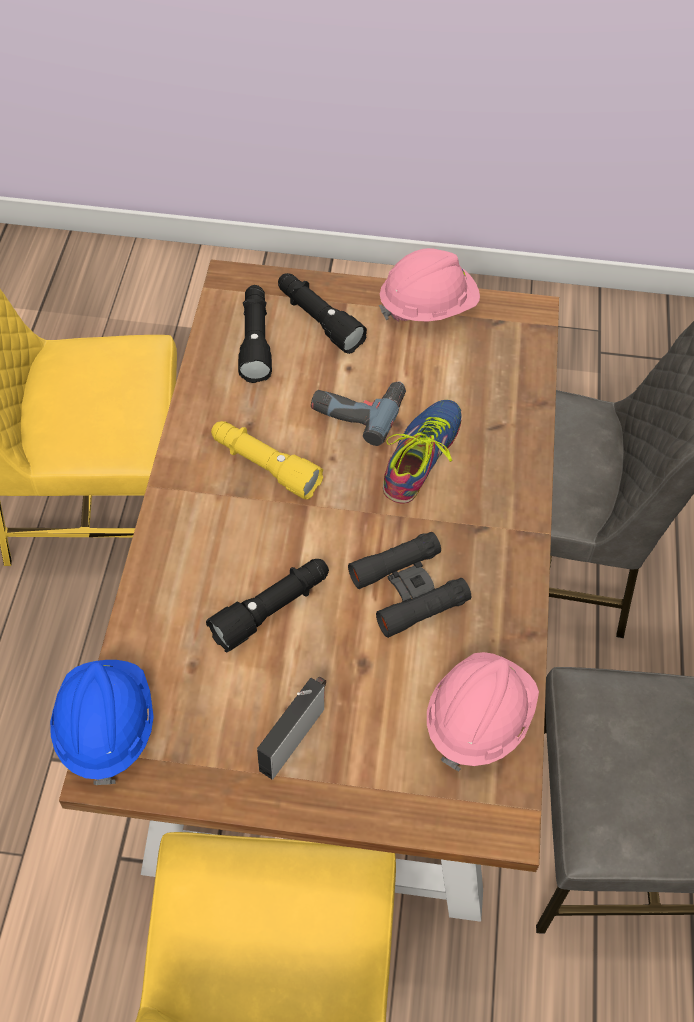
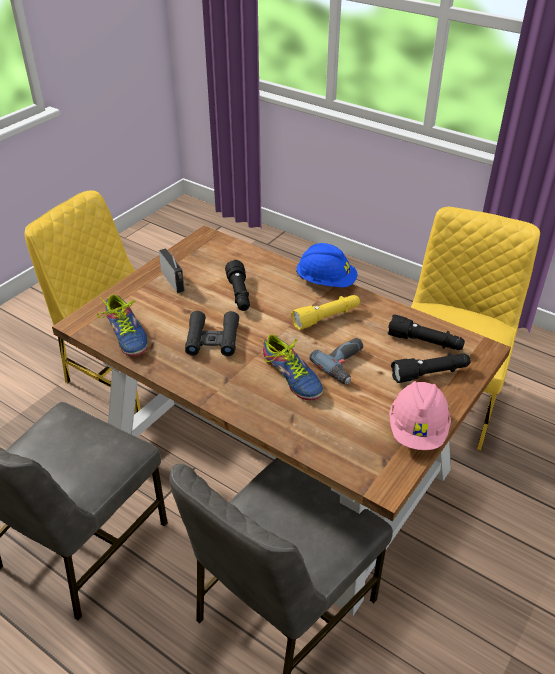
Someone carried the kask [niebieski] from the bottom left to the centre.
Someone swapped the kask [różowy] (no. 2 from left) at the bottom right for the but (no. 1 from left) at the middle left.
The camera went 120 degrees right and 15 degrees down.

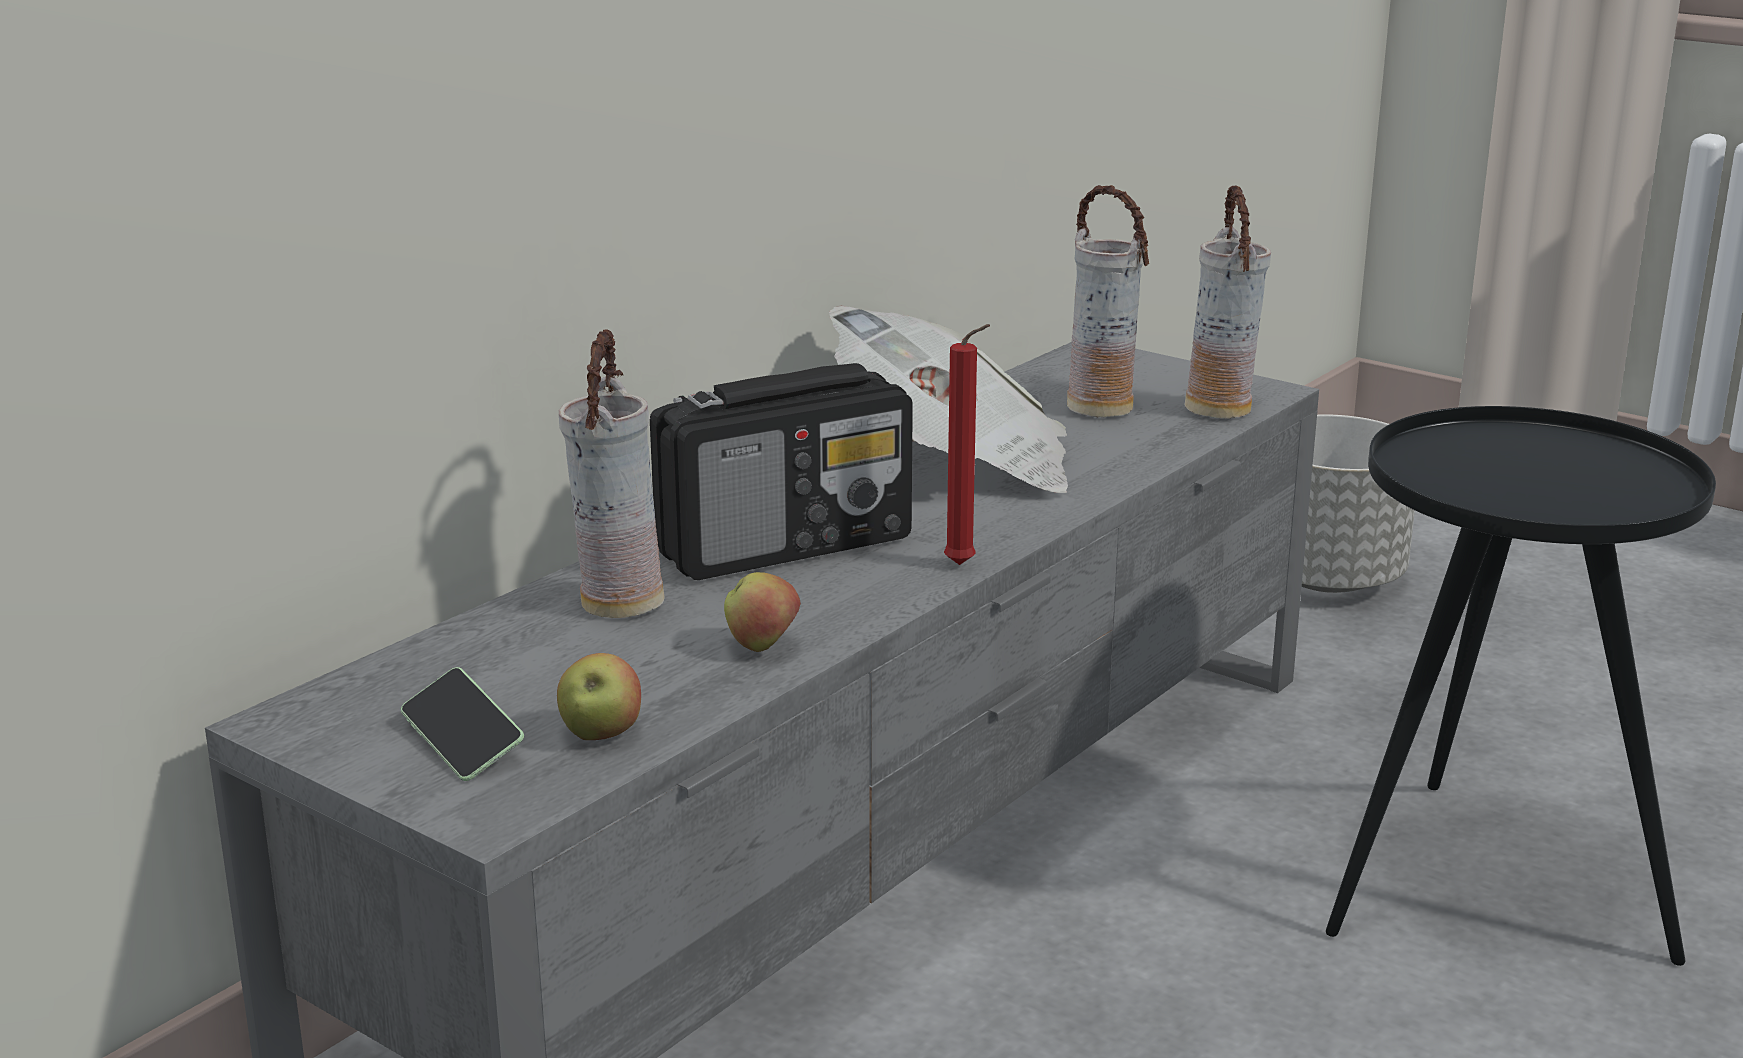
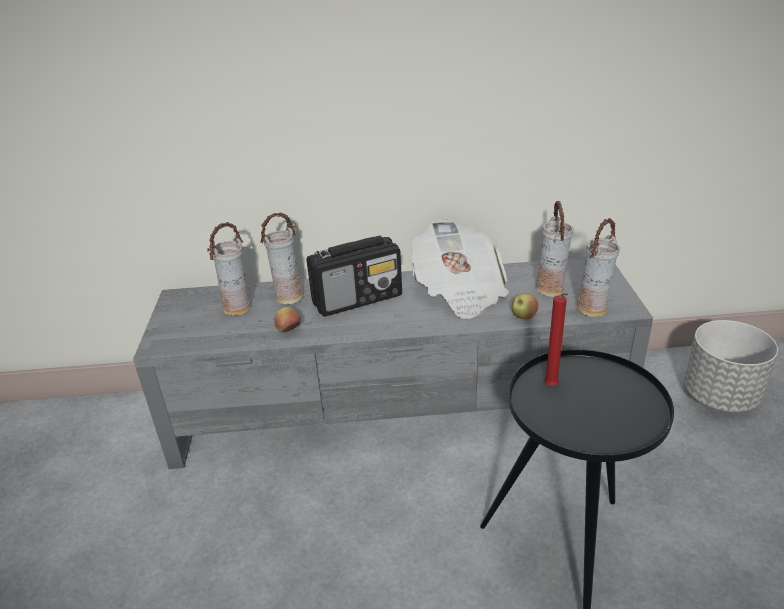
Someone took away the telefon at the bottom left.
Someone put down the wazon (no. 1 from left) at the middle left.
Someone carried the jabłko (no. 1 from left in the first image) from the centre to the middle right.
Someone carried the świeca [czerwony] from the centre to the middle right.
Someone rotated the radio at the centre by 45 degrees counterclockwise.
The camera went 50 degrees right and 10 degrees up.

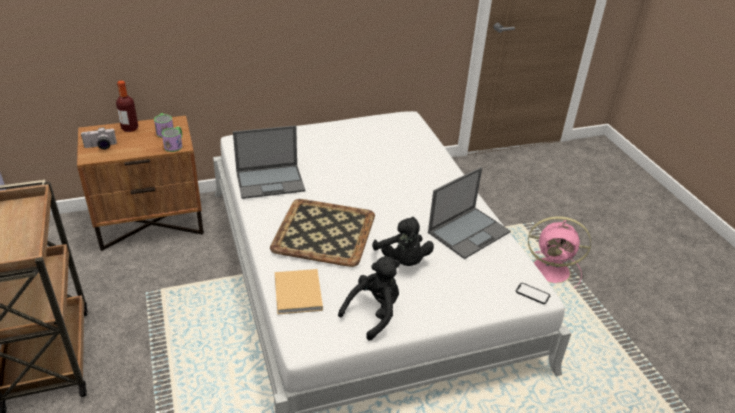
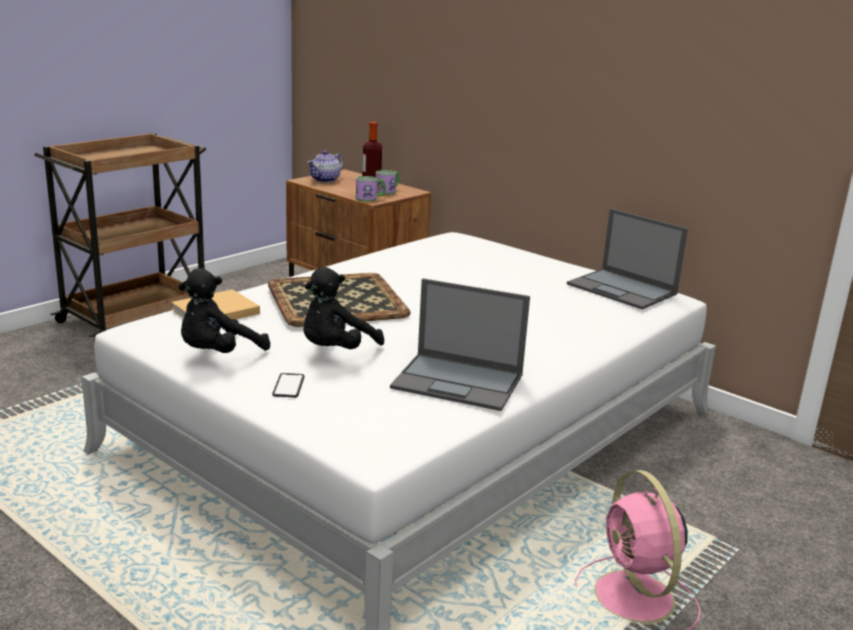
Someone carried the laptop (no. 1 from left in the first image) from the centre to the middle right.
Someone carried the telefon from the bottom right to the centre.
Someone swapped the aparat fotograficzny at the middle left for the imbryk at the top centre.
Someone rotated the pluszak [czarny] (no. 1 from left) at the bottom centre by 120 degrees clockwise.
The camera went 60 degrees right and 15 degrees down.

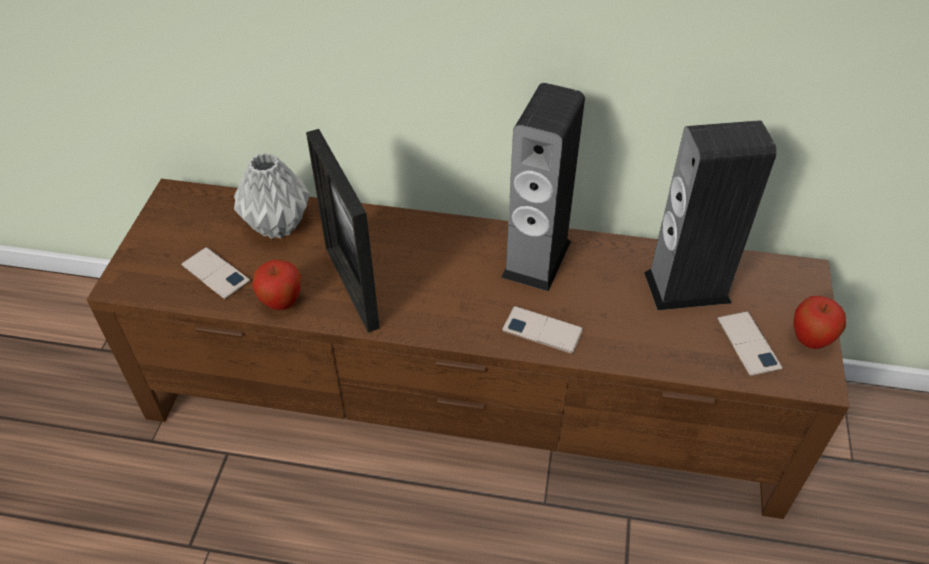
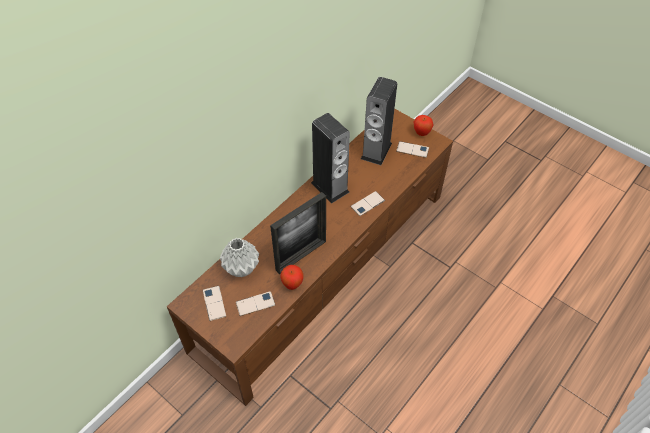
Someone put down the telefon (no. 1 from left) at the bottom left.
Someone rotated the ramka na zdjęcie at the centre by 45 degrees counterclockwise.
The camera went 60 degrees left and 5 degrees up.

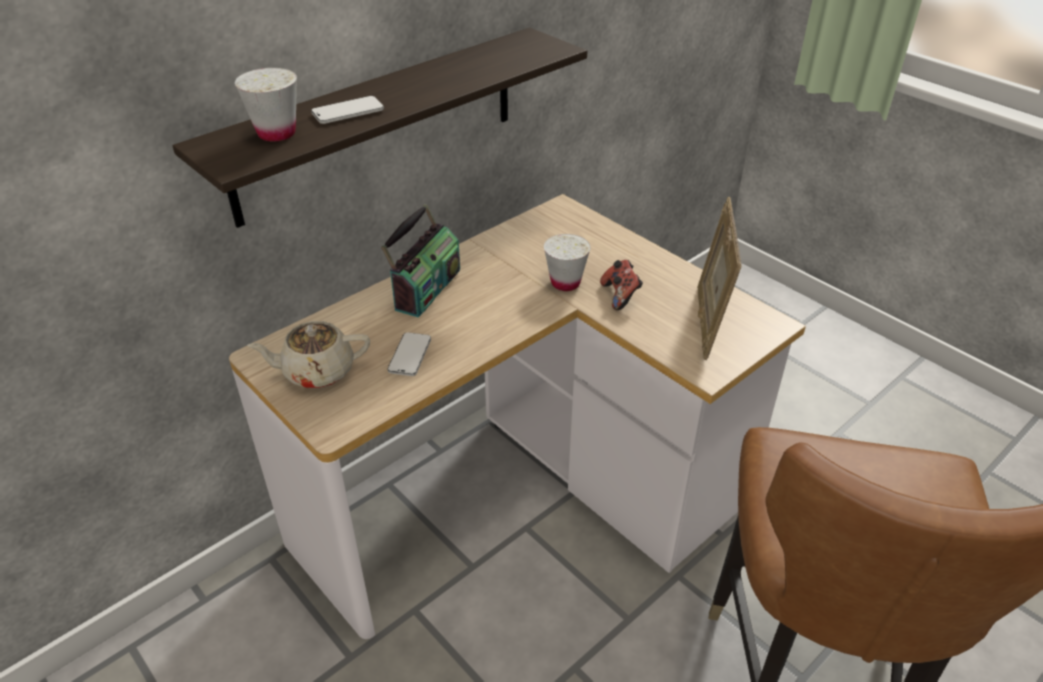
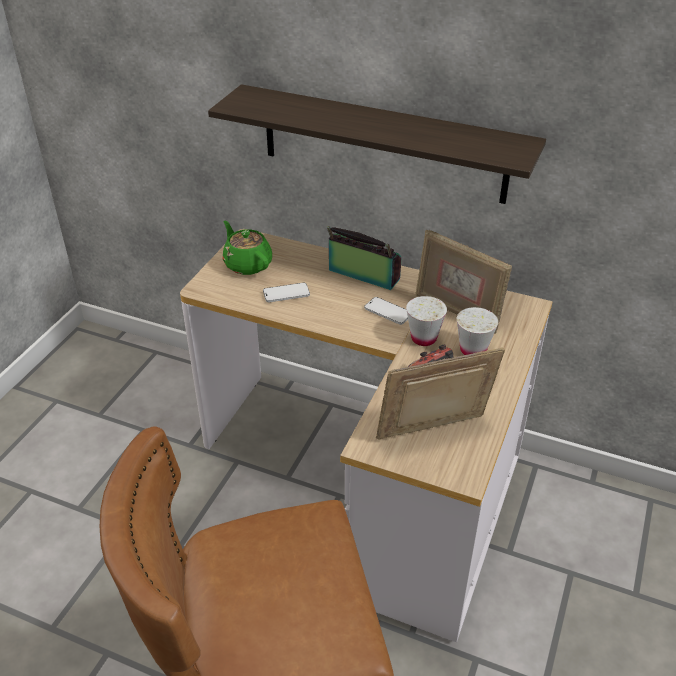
Someone put down the ramka na zdjęcie (no. 2 from left) at the middle right.
Someone carried the filiżanka [biały] (no. 1 from left in the first image) from the top left to the middle right.
Someone carried the telefon (no. 1 from left in the first image) from the top left to the centre.
Someone repainted the imbryk [beżowy] at the middle left, which became the imbryk [zielony] at the centre.
Someone rotated the radio at the centre by 150 degrees counterclockwise.
The camera went 65 degrees right and 0 degrees up.

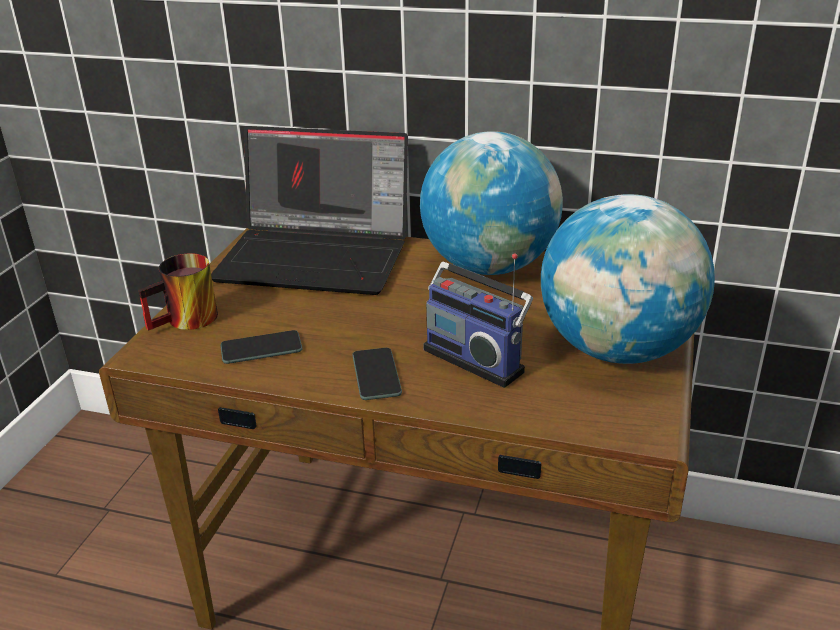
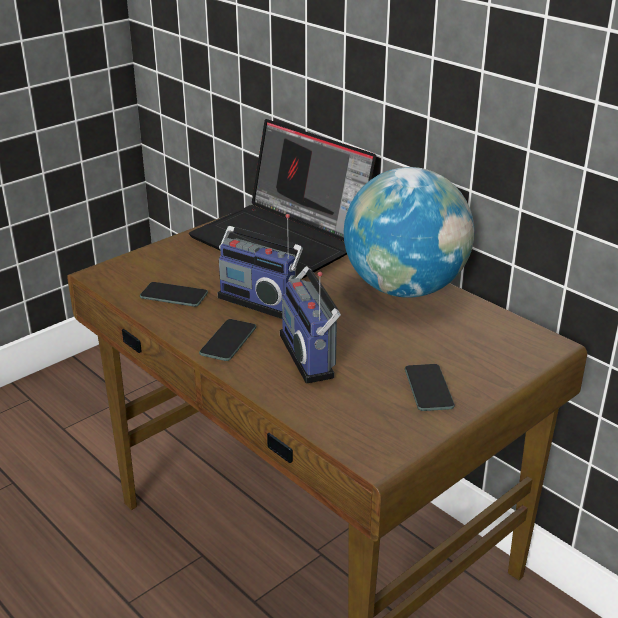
Someone took away the kubek at the middle left.
Someone put down the radio (no. 1 from left) at the centre.
Someone swapped the globus (no. 2 from left) at the middle right for the telefon (no. 3 from left) at the middle right.
The camera went 30 degrees right and 0 degrees up.

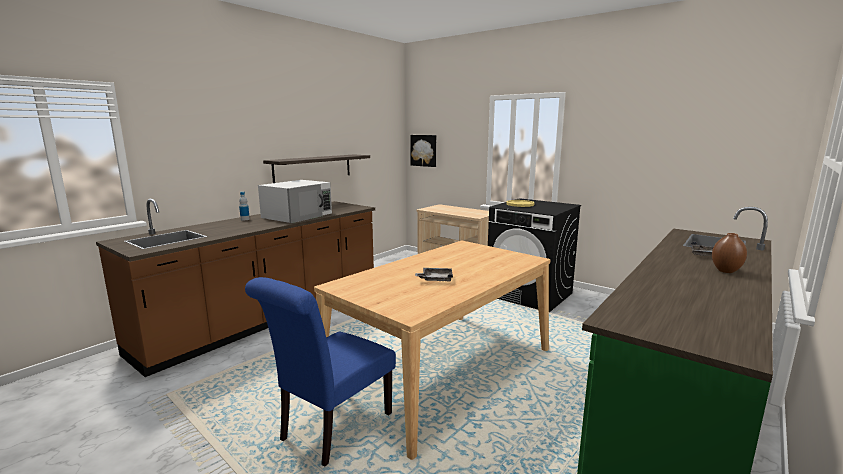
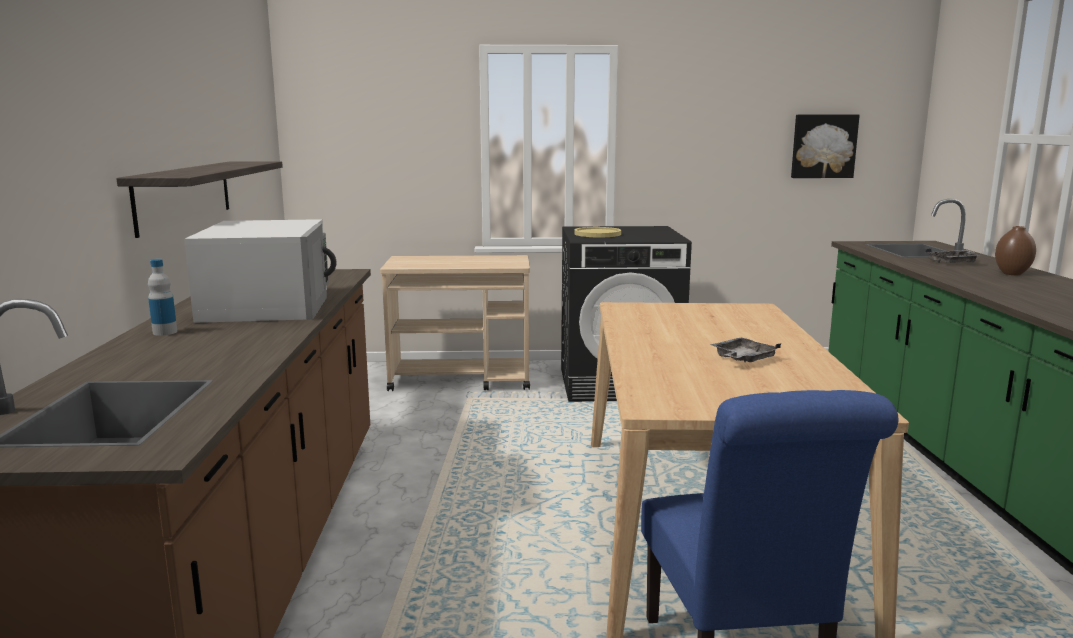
Someone carried the obraz from the top centre to the top right.
The camera went 40 degrees left and 0 degrees up.

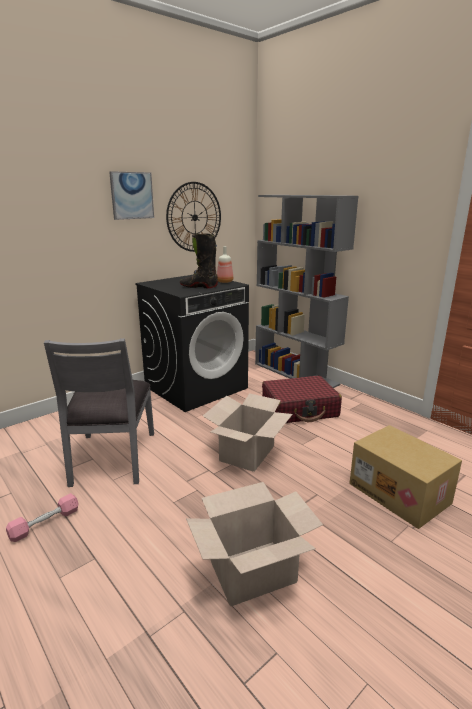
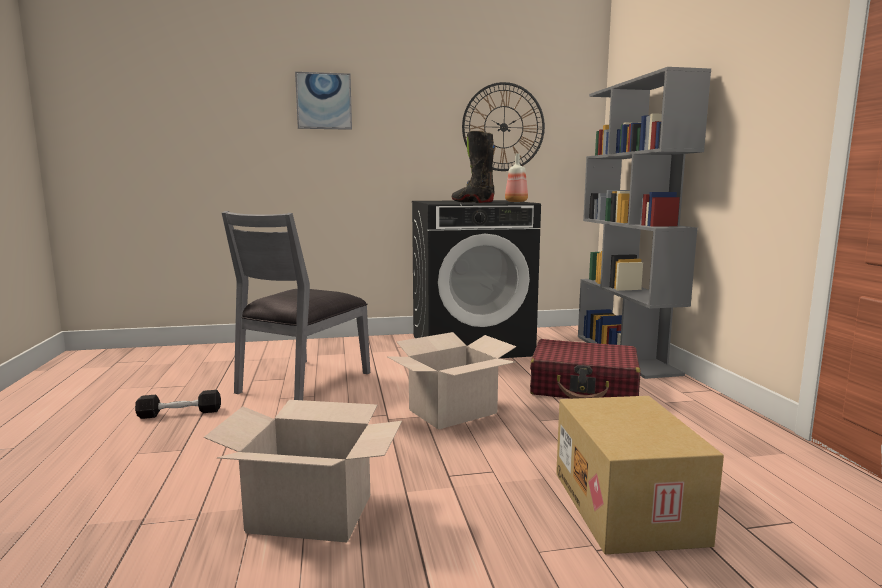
Someone carried the obraz from the top left to the top centre.
Someone repainted the hantel [różowy] at the bottom left, which became the hantel [czarny] at the bottom left.
The camera went 30 degrees right and 10 degrees down.

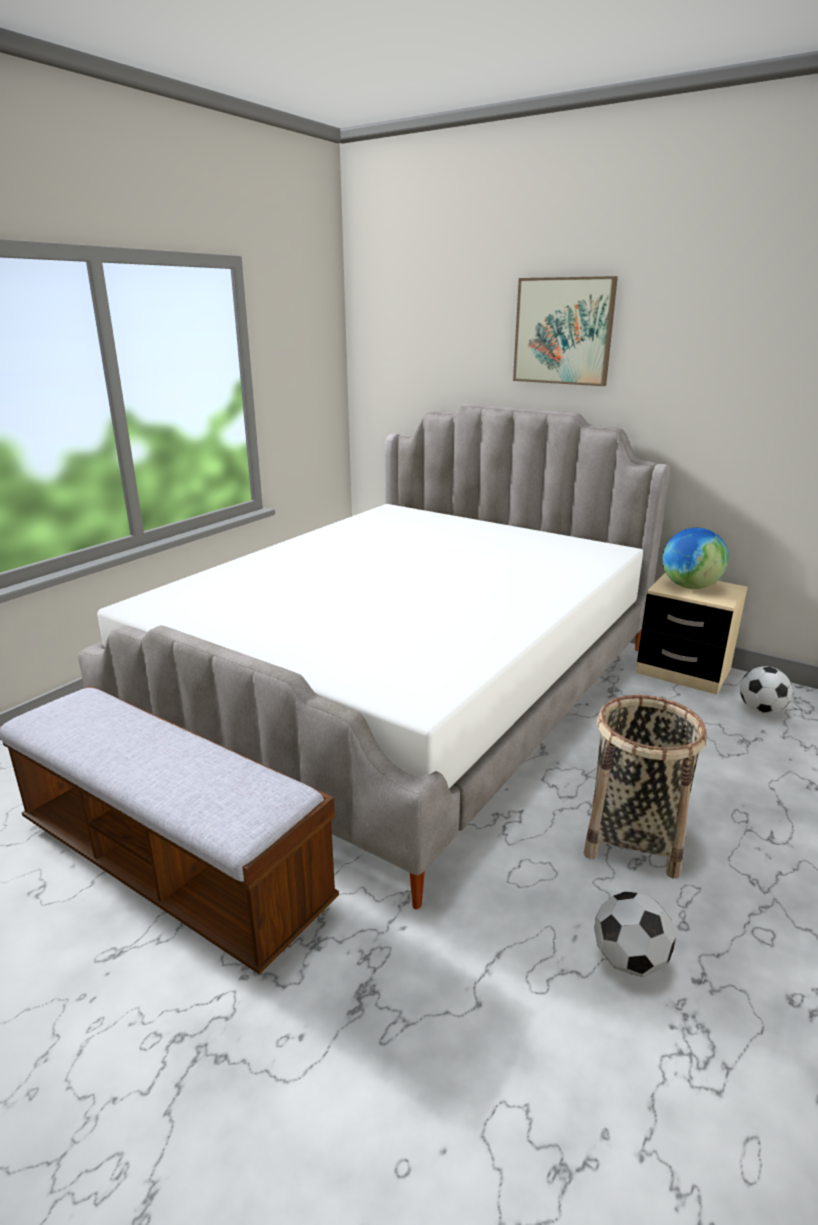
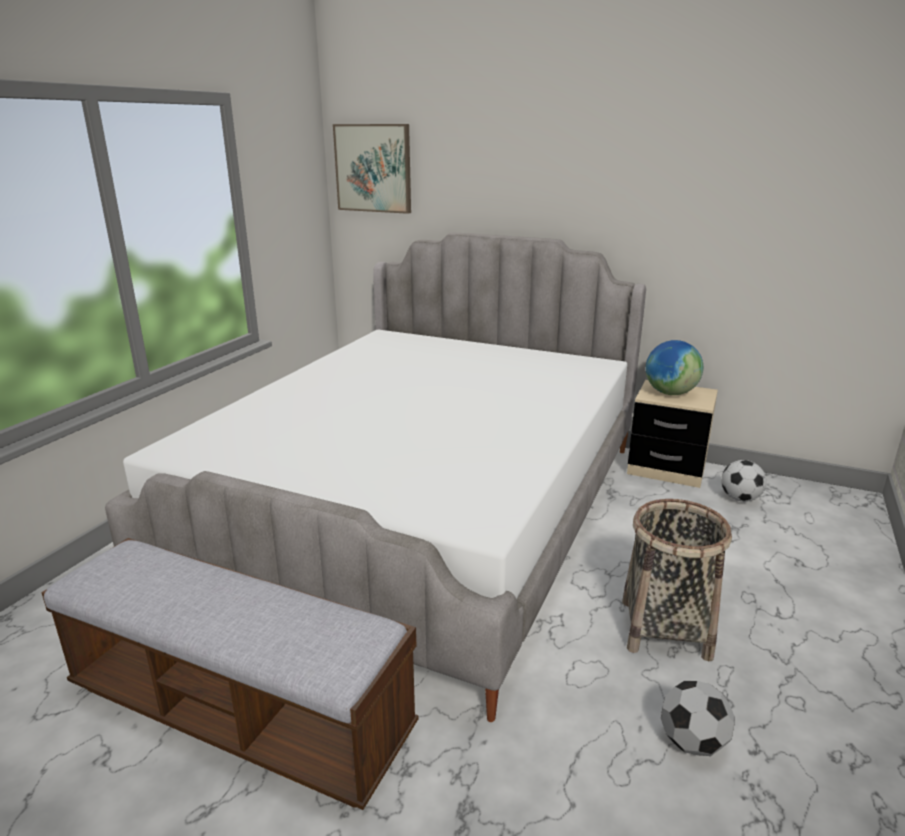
Someone carried the obraz from the top right to the top centre.
The camera went 10 degrees left and 0 degrees up.

